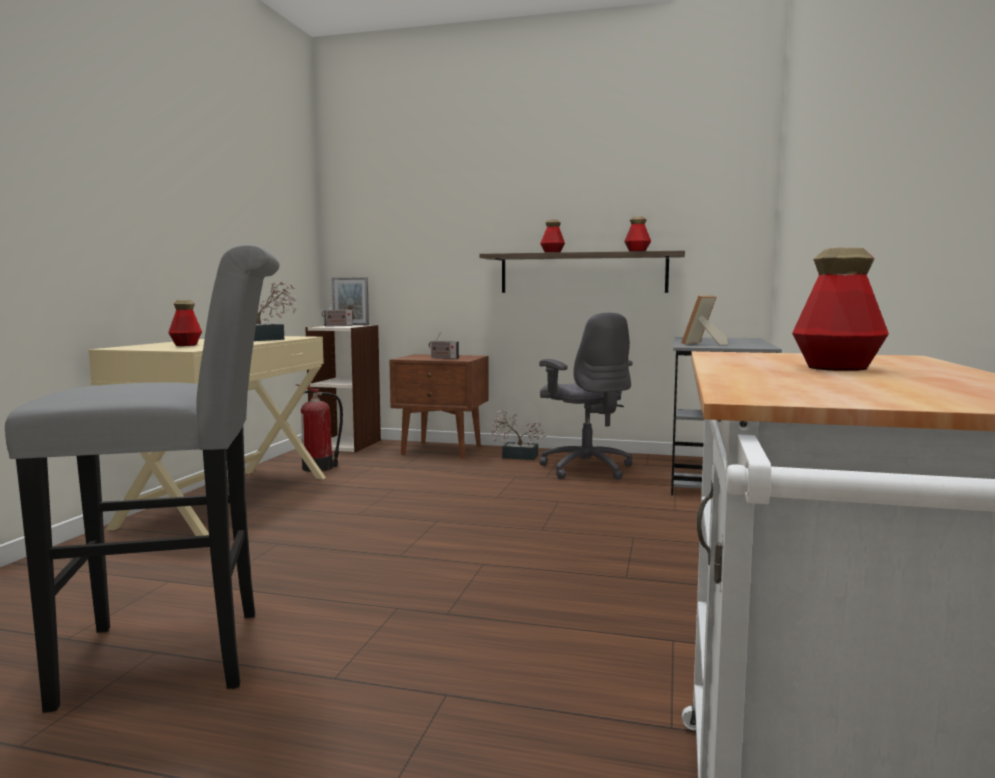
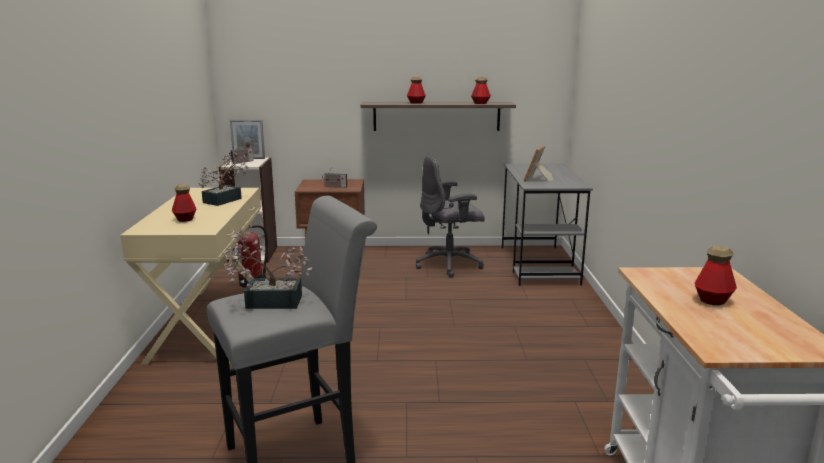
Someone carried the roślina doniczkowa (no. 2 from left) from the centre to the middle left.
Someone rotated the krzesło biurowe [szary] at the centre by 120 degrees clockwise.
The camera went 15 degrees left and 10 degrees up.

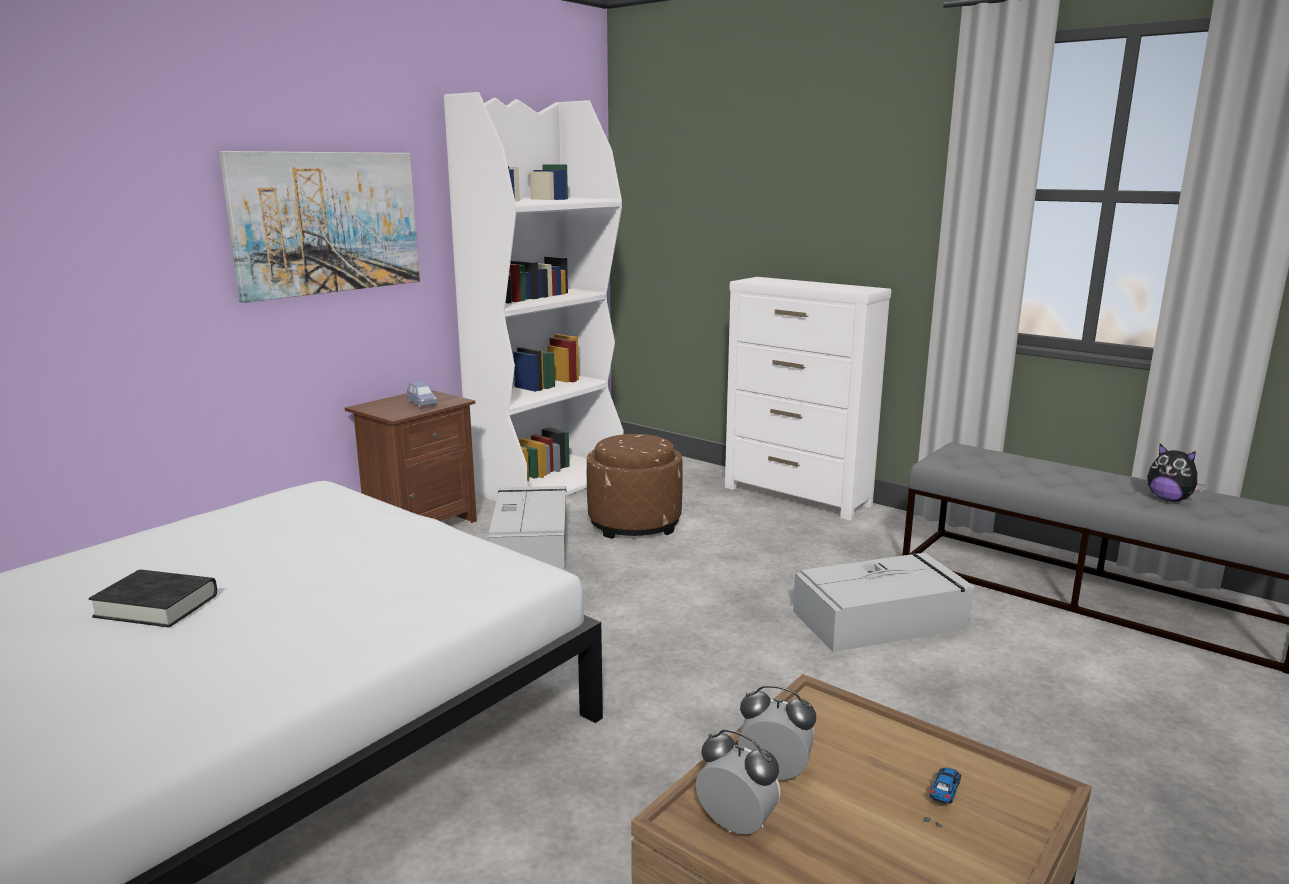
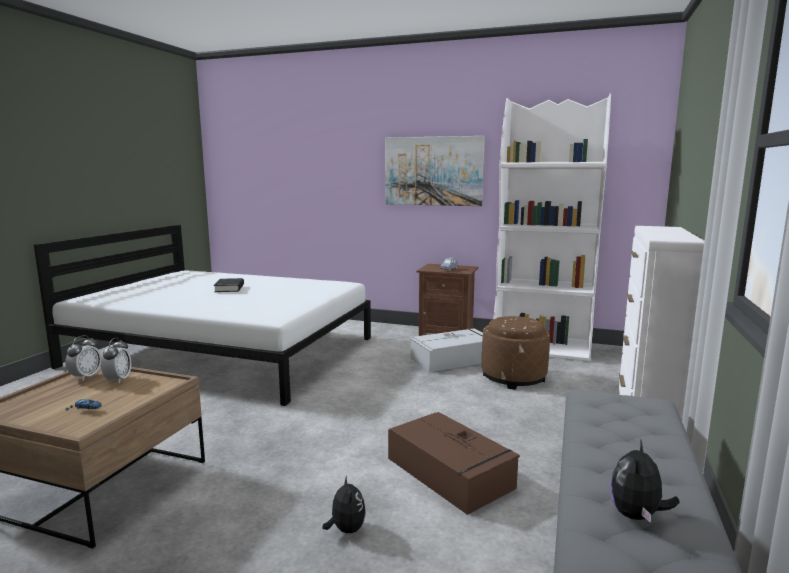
Someone put down the pluszak (no. 1 from left) at the bottom centre.
Someone repainted the pojemnik do przechowywania [szary] (no. 2 from left) at the bottom right, which became the pojemnik do przechowywania [brązowy] at the bottom centre.
The camera went 70 degrees right and 5 degrees down.

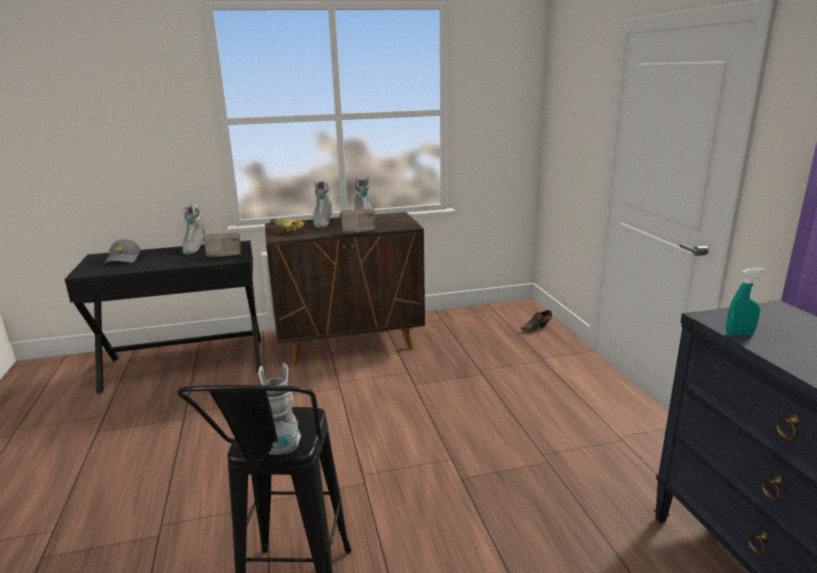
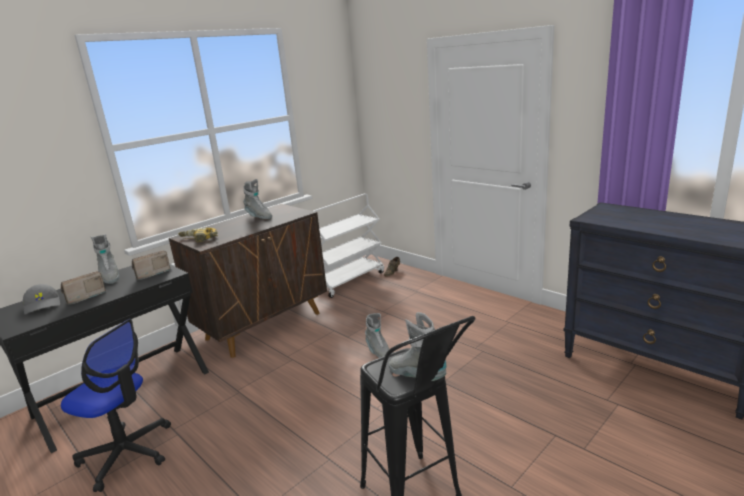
Someone took away the spryskiwacz [turkusowy] at the middle right.
Someone put down the krzesło biurowe at the bottom left.
Someone put down the wózek [biały] at the centre.
Someone carried the but z cholewką [szary] (no. 3 from left) from the centre to the bottom centre.
Someone carried the radio (no. 2 from left in the first image) from the centre to the middle left.
The camera went 30 degrees left and 0 degrees up.

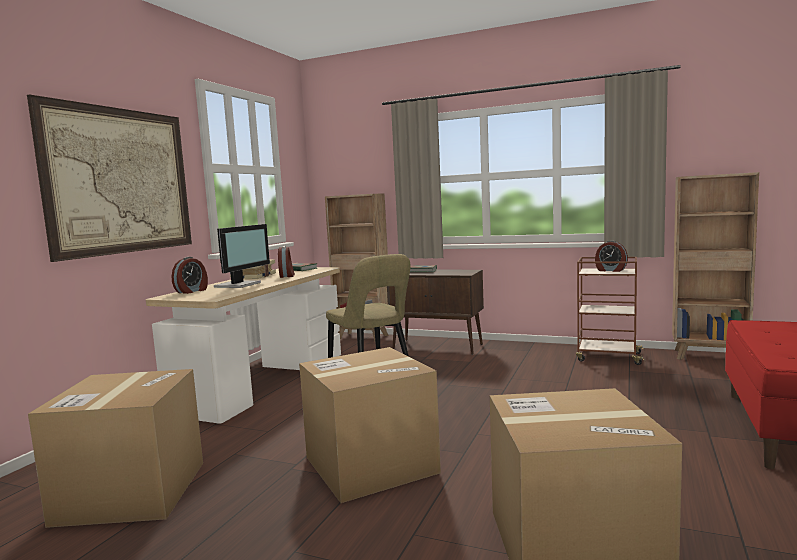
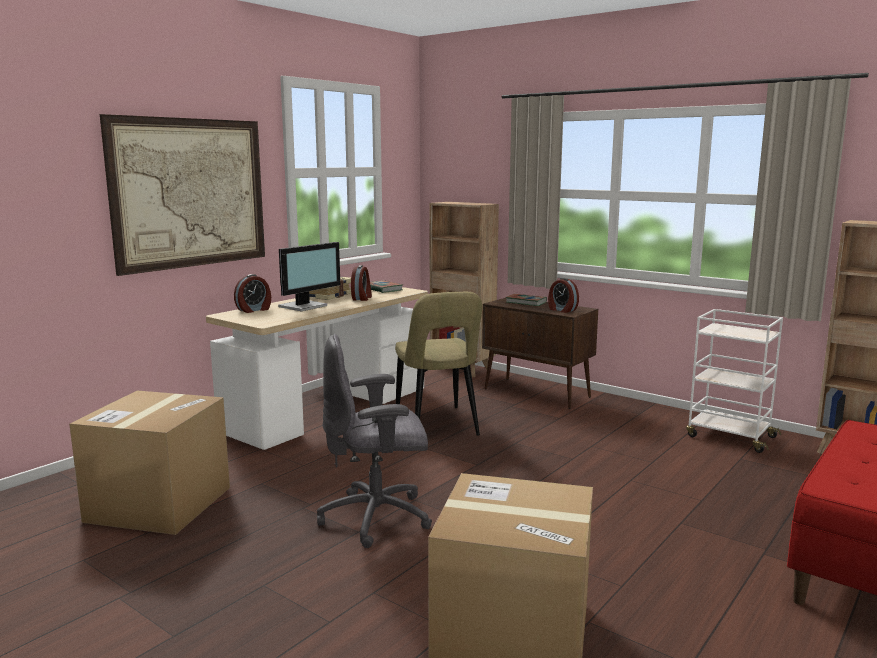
Someone carried the budzik (no. 3 from left) from the middle right to the centre.
Someone swapped the karton (no. 2 from left) at the bottom centre for the krzesło biurowe [szary] at the bottom centre.
Someone repainted the wózek [brązowy] at the middle right, which became the wózek [biały] at the middle right.
The camera went 15 degrees right and 5 degrees up.

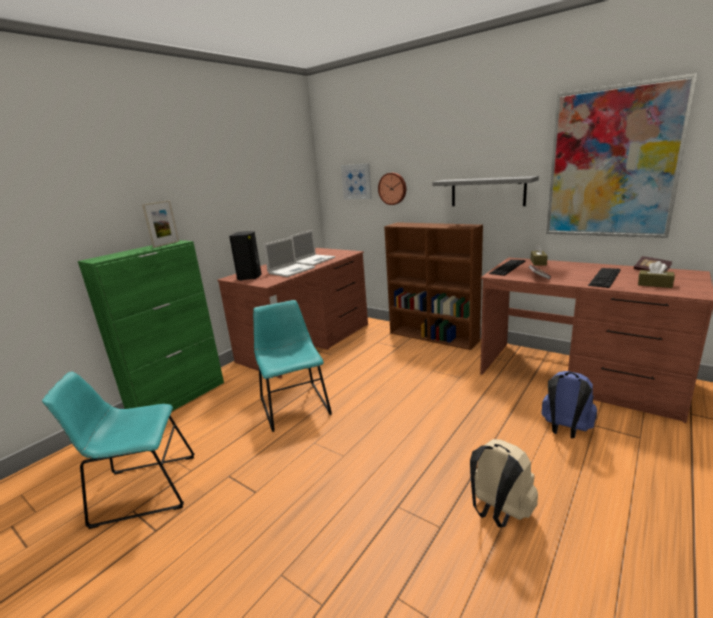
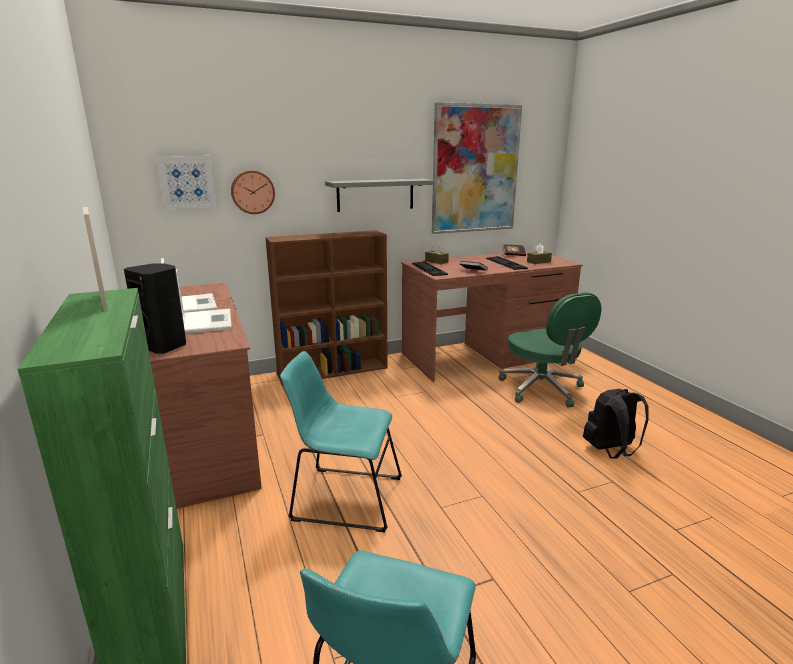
Someone swapped the plecak [niebieski] at the middle right for the krzesło biurowe [zielony] at the middle right.
Someone repainted the plecak [beżowy] at the bottom right, which became the plecak [czarny] at the middle right.
The camera went 60 degrees left and 0 degrees up.

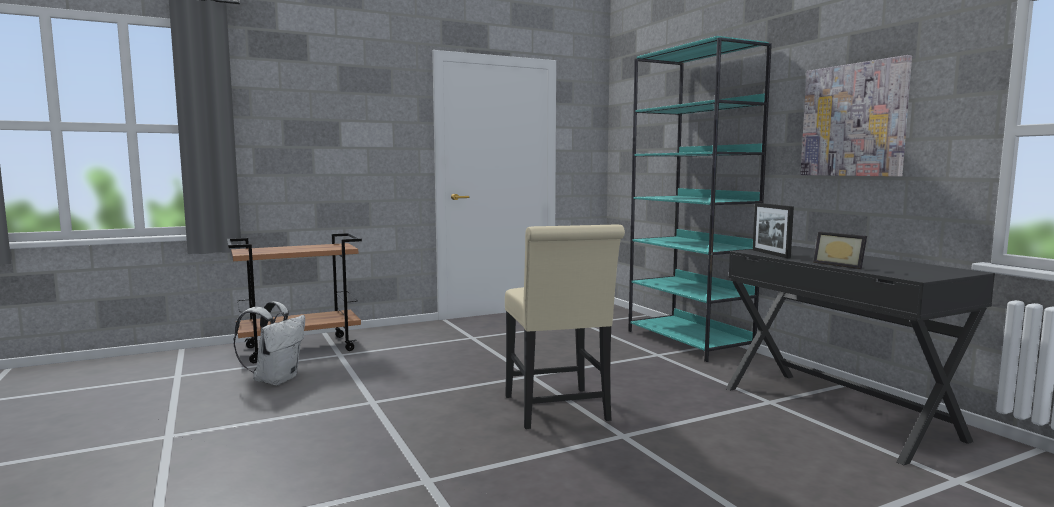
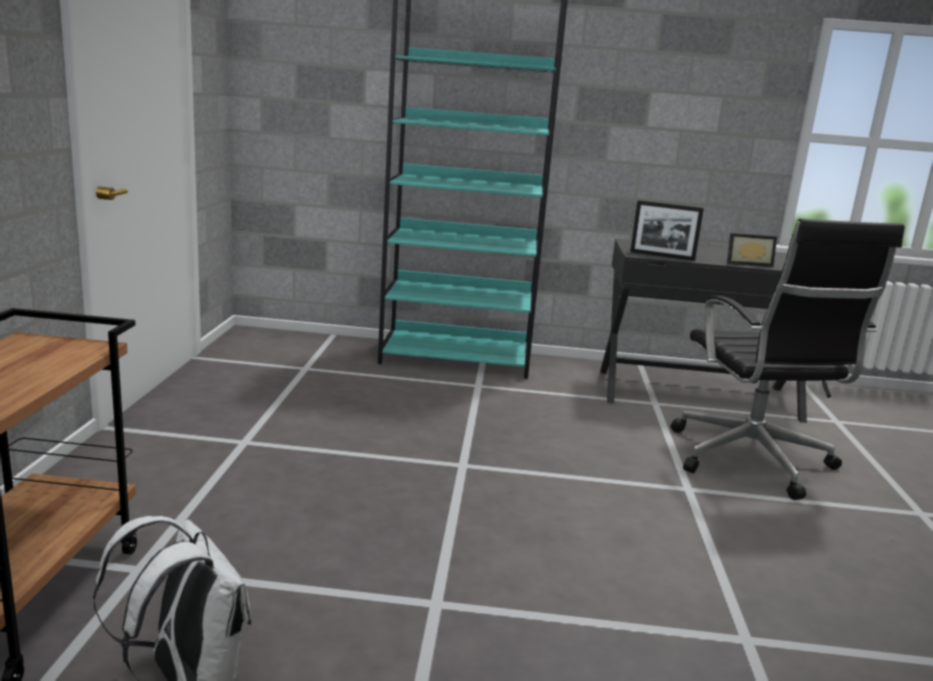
Someone took away the krzesło [beżowy] at the centre.
Someone took away the obraz at the top right.
Someone put down the krzesło biurowe [czarny] at the middle right.
The camera went 60 degrees left and 10 degrees up.

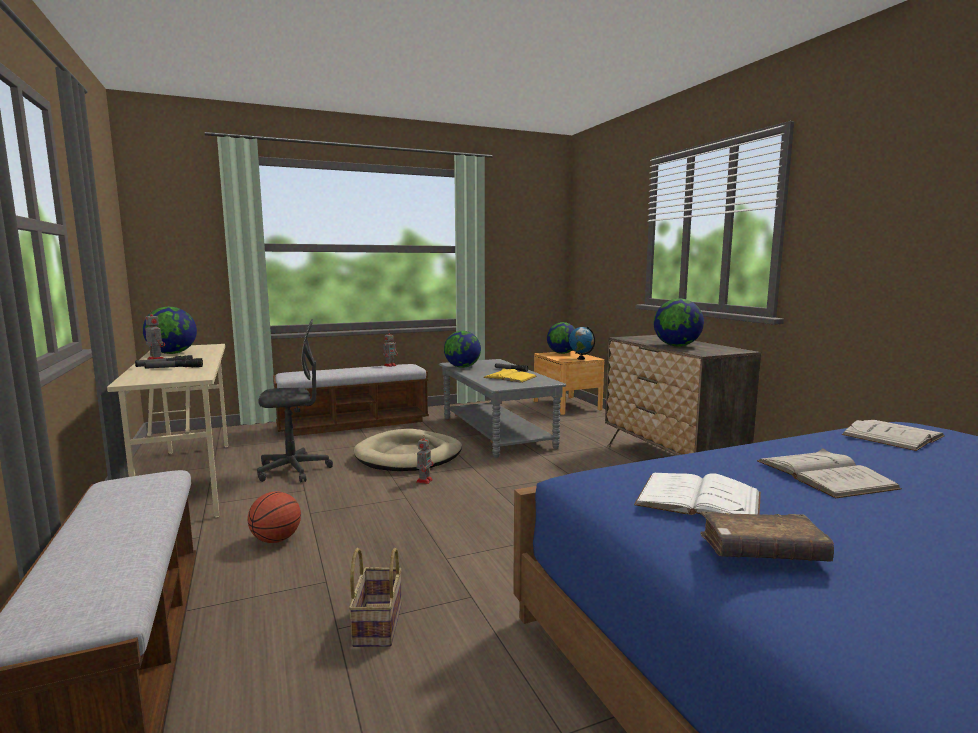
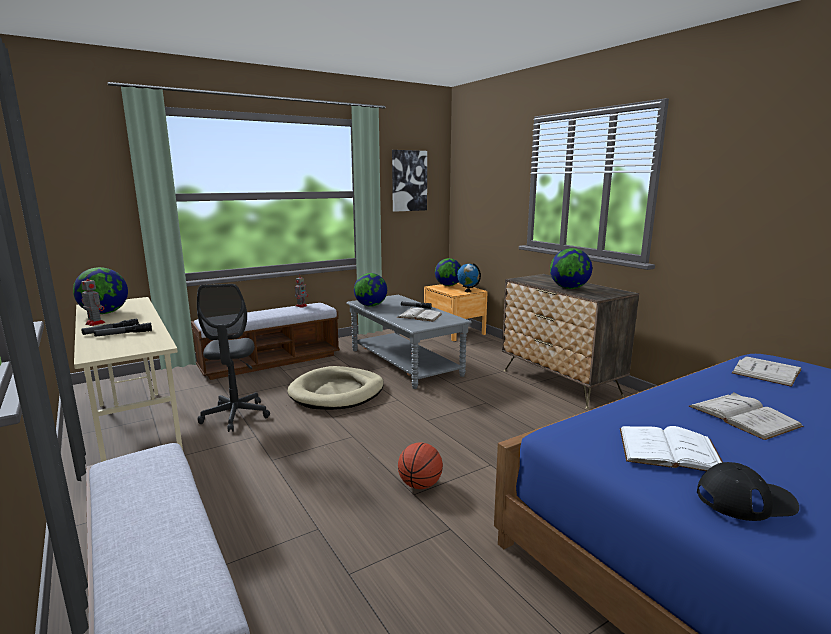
Someone took away the koszyk at the bottom centre.
Someone took away the robot zabawkowy (no. 3 from left) at the centre.
Someone put up the obraz at the top centre.
Someone carried the piłka do koszykówki from the bottom left to the bottom centre.
Someone swapped the książka [brązowy] at the bottom right for the czapka z daszkiem [czarny] at the bottom right.
Someone repainted the książka [żółty] at the centre, which became the książka [biały] (no. 1 from left) at the centre.
Someone rotated the krzesło biurowe [szary] at the middle left by 105 degrees clockwise.
The camera went 10 degrees left and 5 degrees up.

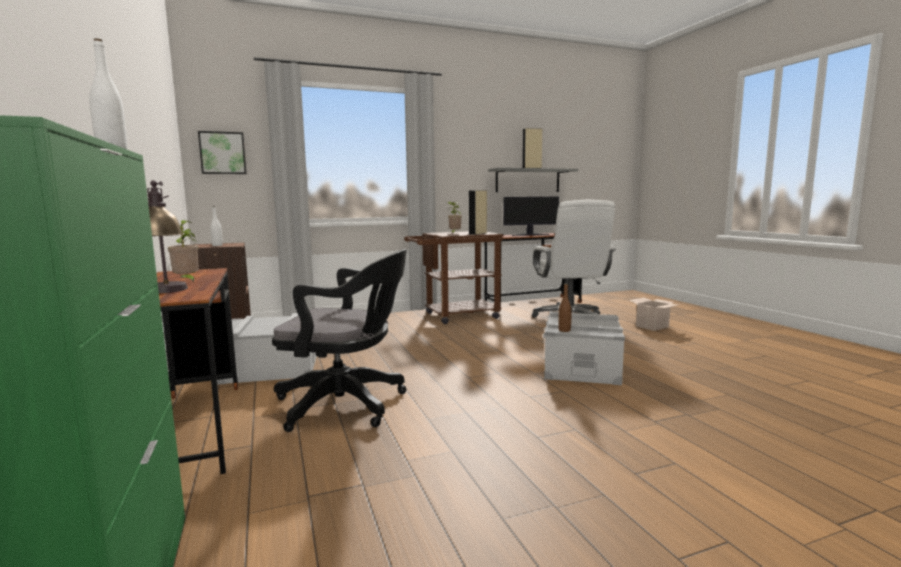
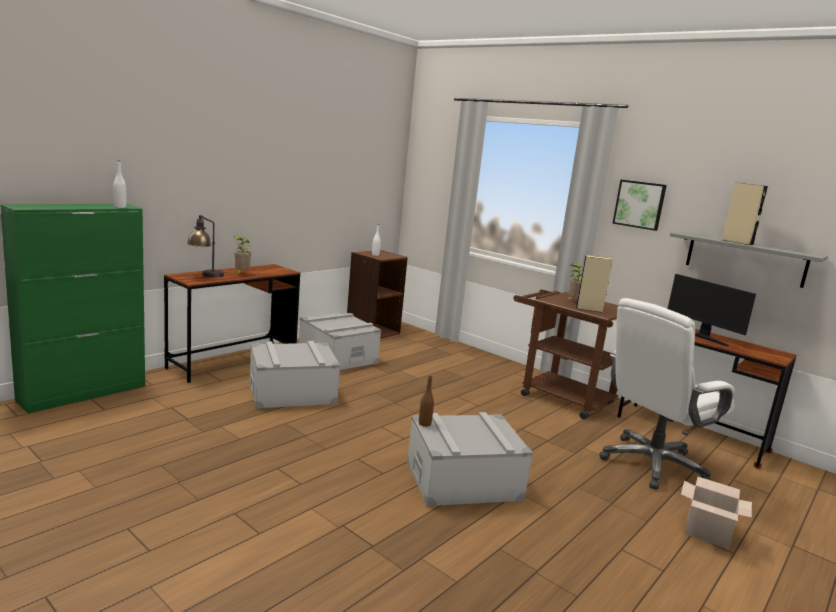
Someone carried the obraz from the top left to the middle right.
Someone swapped the krzesło biurowe [czarny] at the centre for the pojemnik do przechowywania [szary] (no. 1 from left) at the centre.
The camera went 60 degrees right and 5 degrees up.

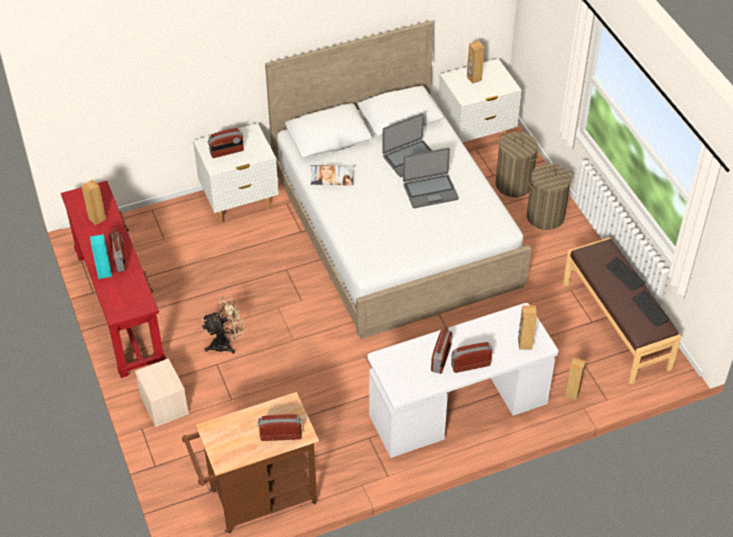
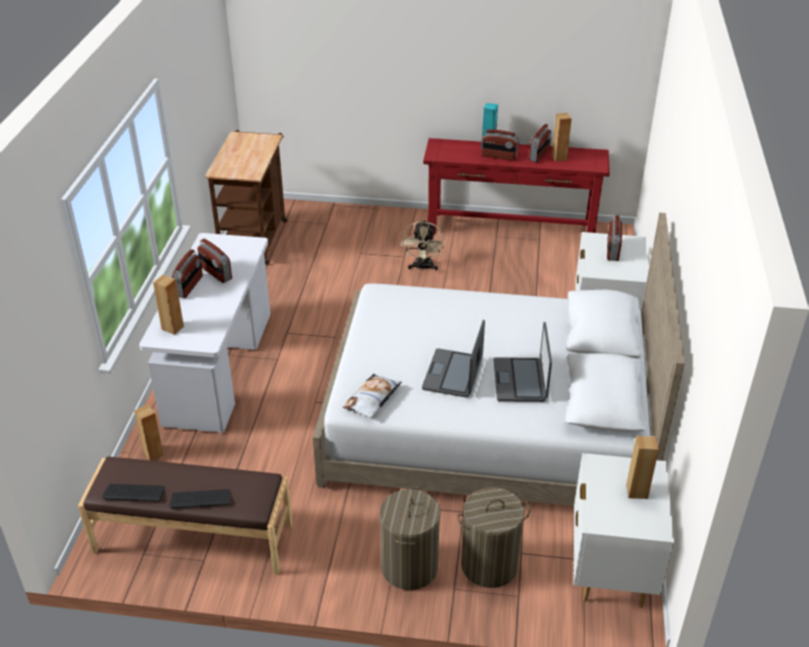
Someone took away the pojemnik do przechowywania [beżowy] at the bottom left.
Someone carried the radio (no. 3 from left in the first image) from the bottom centre to the top right.
Someone carried the poduszka from the top centre to the centre.
The camera went 120 degrees right and 10 degrees down.

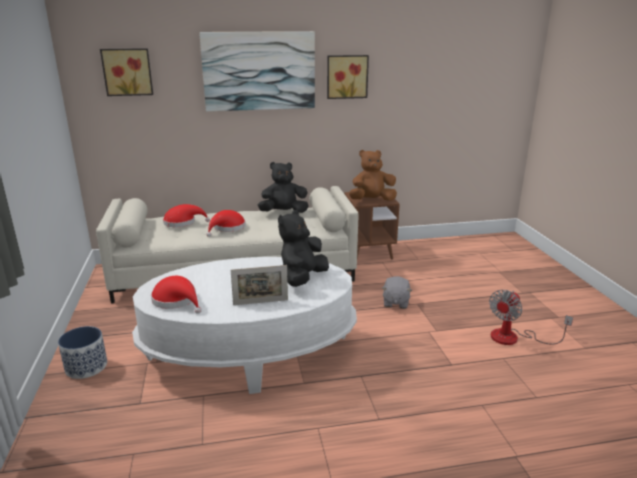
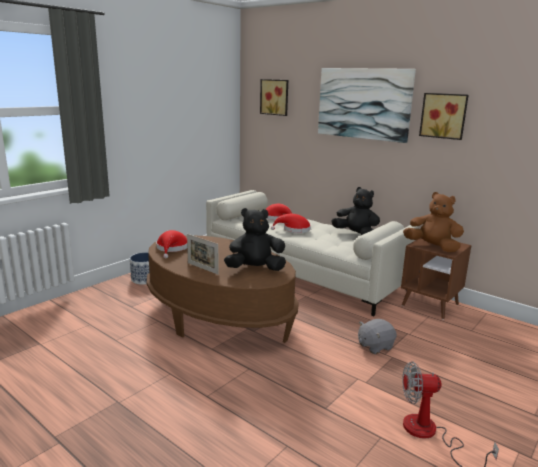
Someone repainted the ława [biały] at the bottom centre, which became the ława [brązowy] at the centre.
The camera went 50 degrees right and 5 degrees down.

